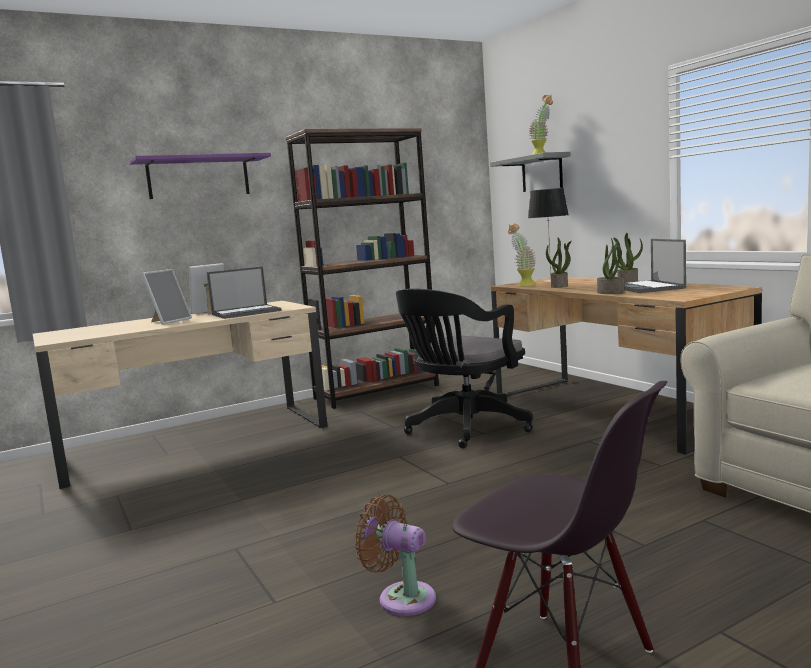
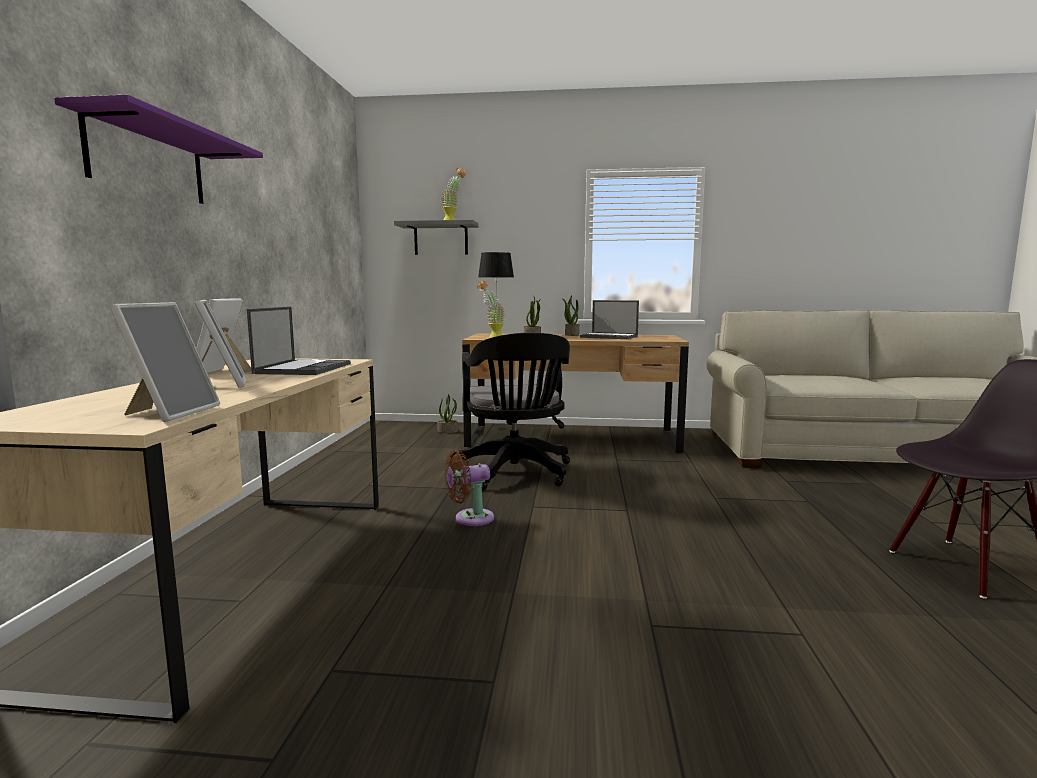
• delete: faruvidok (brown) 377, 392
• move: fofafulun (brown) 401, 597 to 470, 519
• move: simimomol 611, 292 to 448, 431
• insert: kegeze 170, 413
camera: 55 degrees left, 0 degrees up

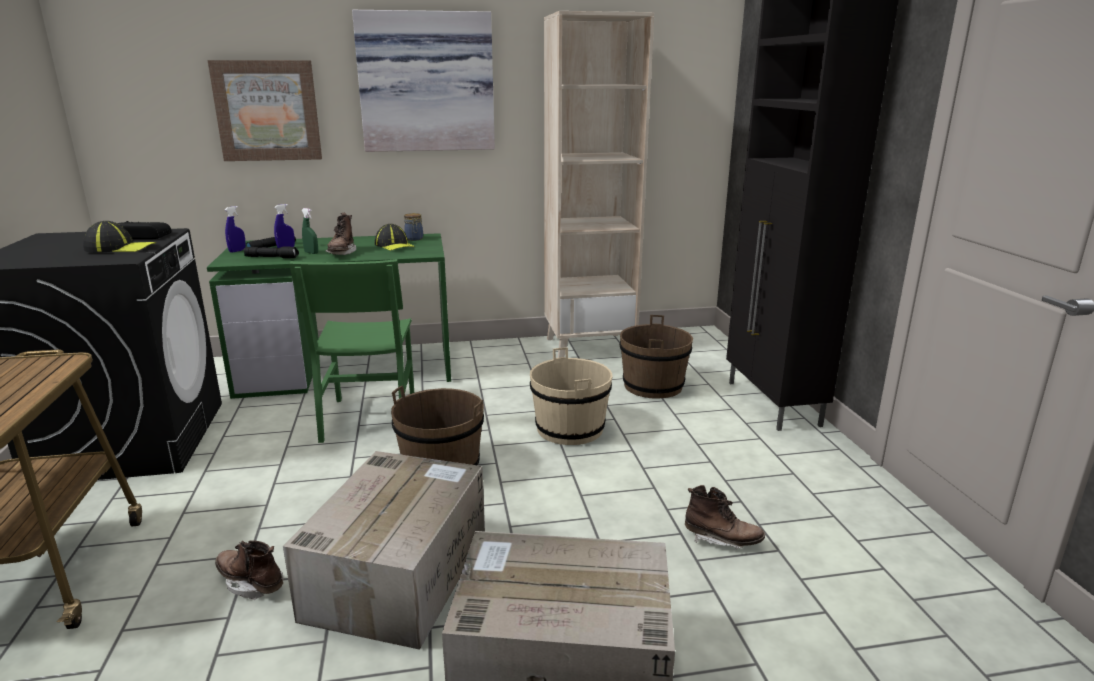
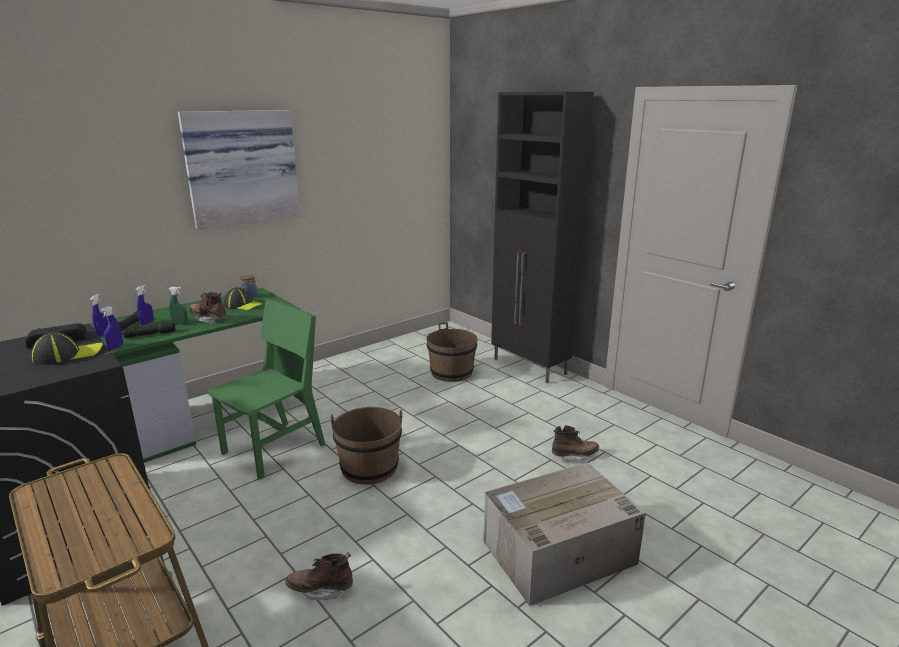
• delete: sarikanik 267, 111
• delete: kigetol 399, 572
• rotate: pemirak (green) 369, 418 = 274, 449 105 degrees counterclockwise
• rotate: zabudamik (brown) 342, 253 = 208, 319 150 degrees clockwise
• delete: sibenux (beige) 570, 429
• delete: faruvidok (beige) 589, 346
• insert: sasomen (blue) 115, 347
camera: 30 degrees left, 0 degrees up

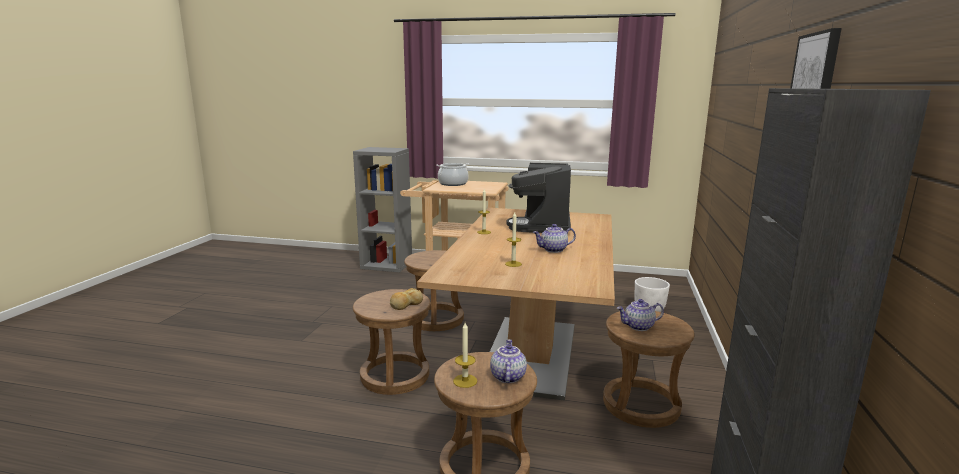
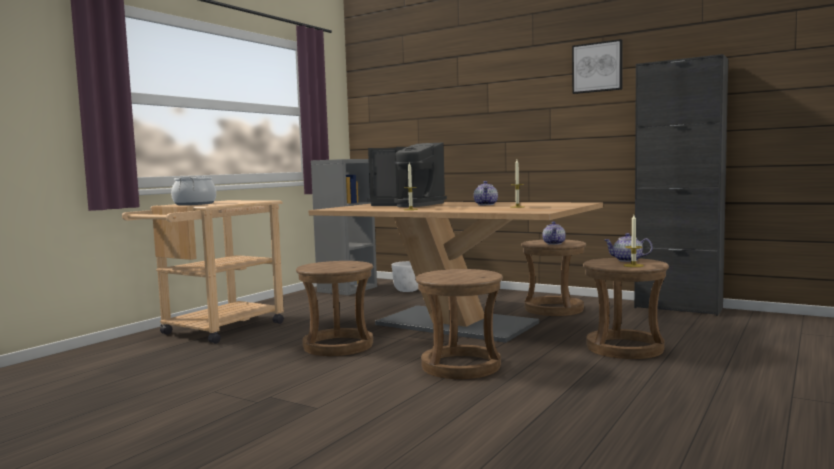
• move: faruvidok (grey) 387, 264 to 347, 289
• delete: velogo 405, 304
camera: 70 degrees left, 10 degrees down

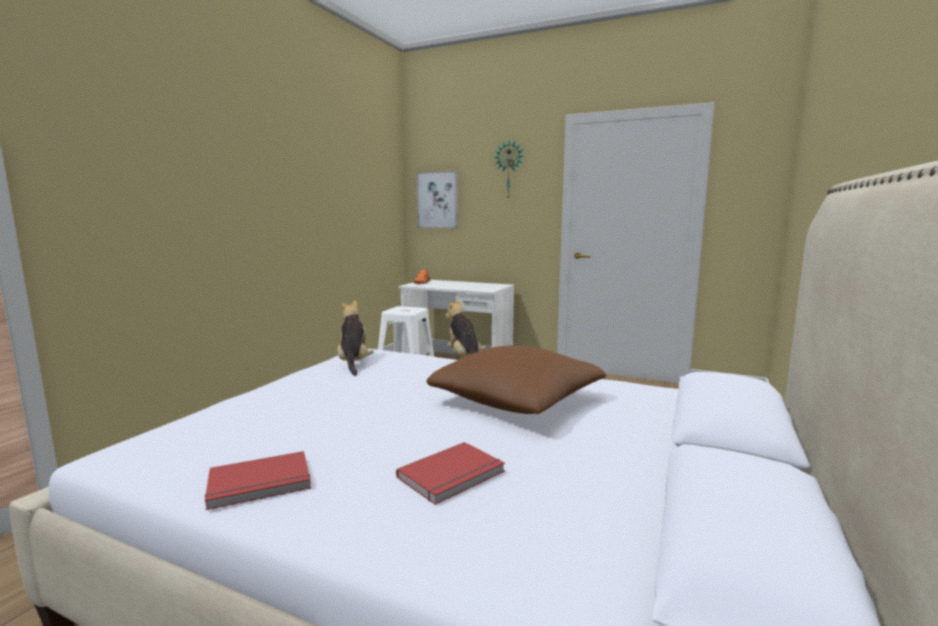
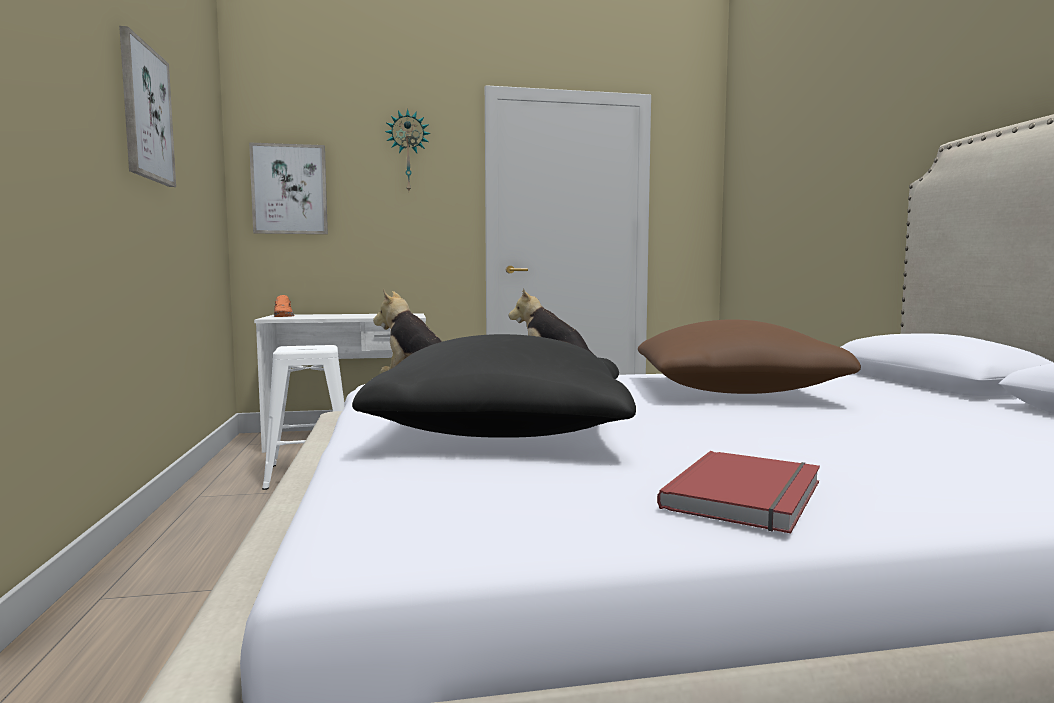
• delete: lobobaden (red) 453, 475
• insert: sarikanik 146, 113
• insert: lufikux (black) 503, 430
camera: 35 degrees left, 5 degrees down

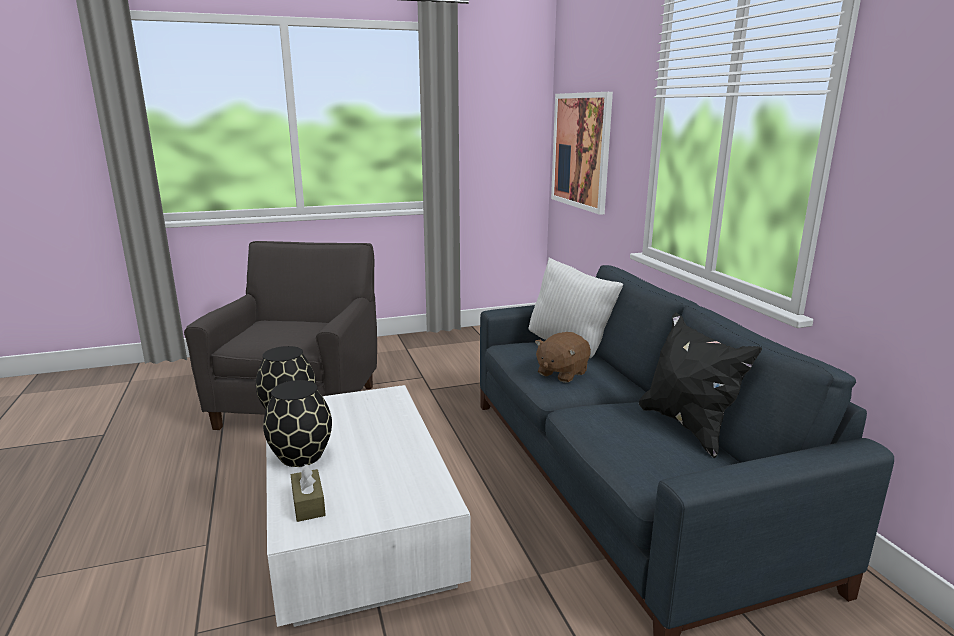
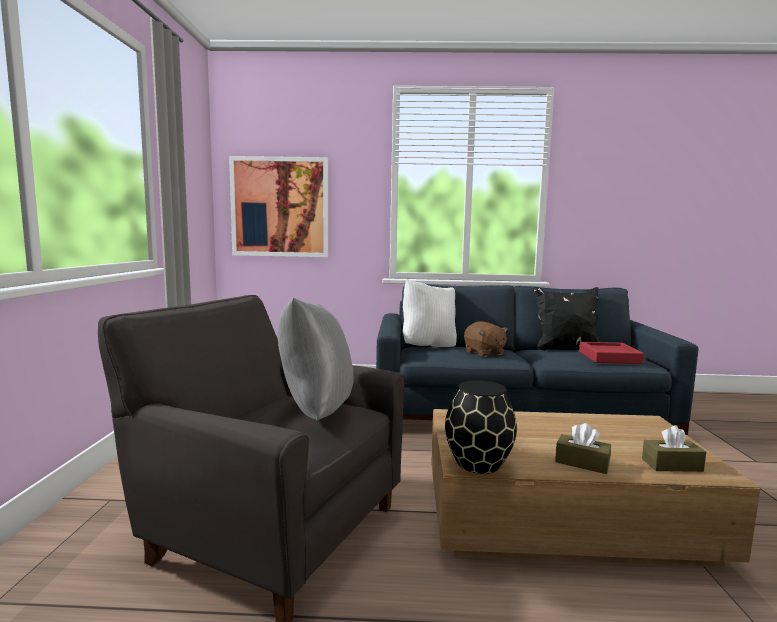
• replace: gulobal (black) 301, 455 to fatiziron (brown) 582, 463
• recolor: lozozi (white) 358, 521 to lozozi (brown) 563, 517
• insert: lufikux (grey) 314, 412
• insert: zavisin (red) 609, 357
camera: 70 degrees left, 10 degrees down

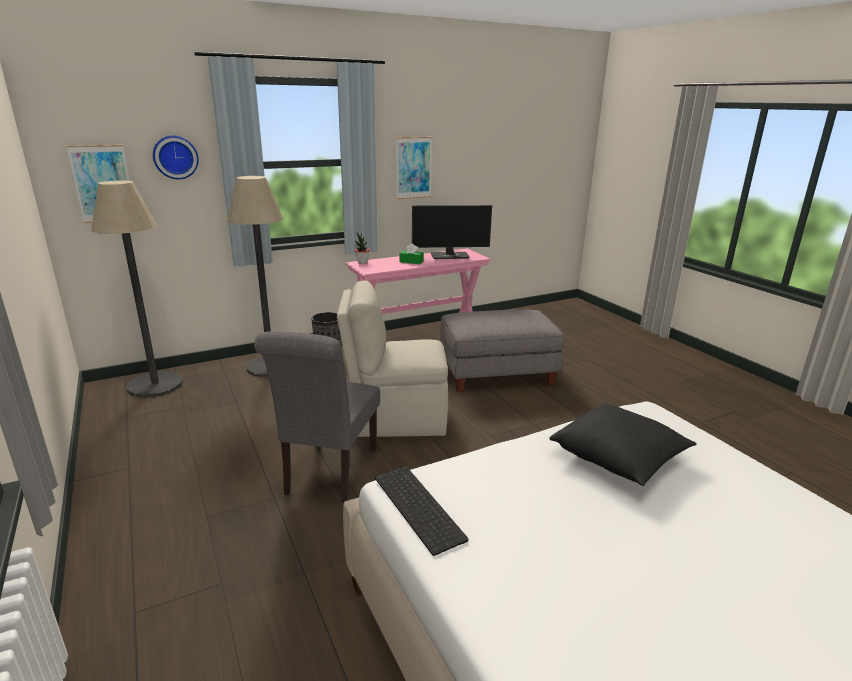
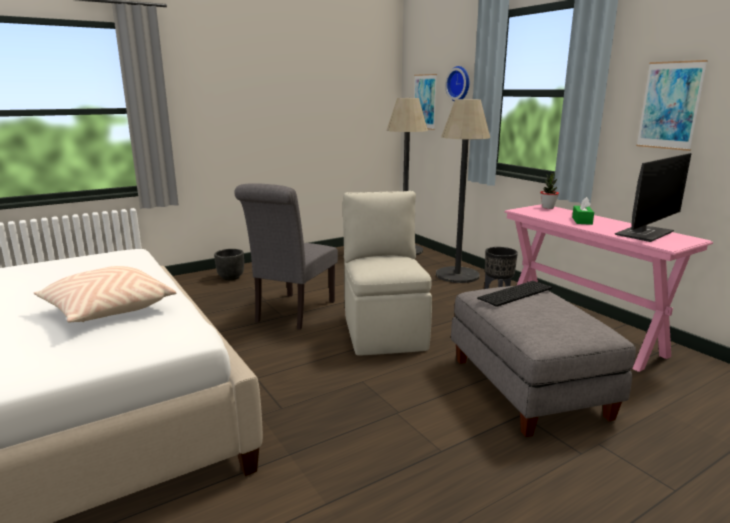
• rotate: pemirak (grey) 328, 474 = 292, 313 75 degrees counterclockwise
• move: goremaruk 421, 507 to 516, 294
• rotate: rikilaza 450, 256 = 644, 233 120 degrees counterclockwise
• recolor: lufikux (black) 619, 457 to lufikux (beige) 107, 311
• insert: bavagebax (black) 230, 277
camera: 85 degrees right, 5 degrees down

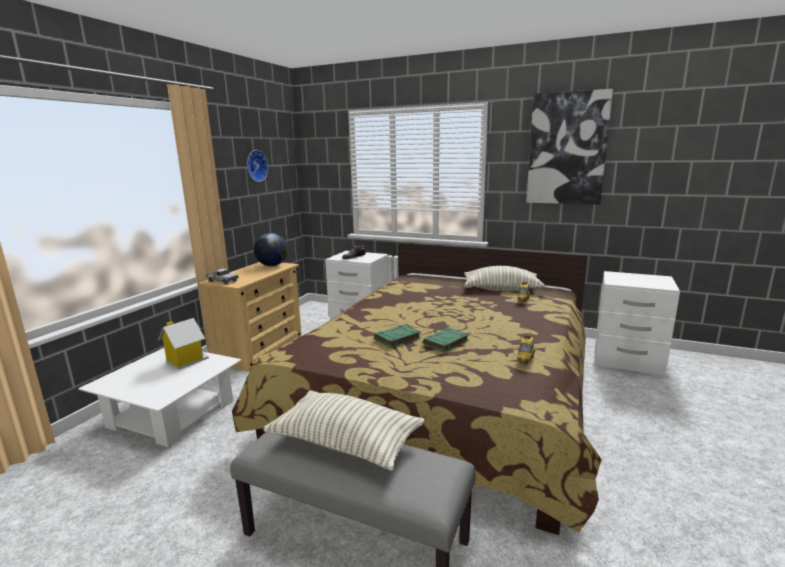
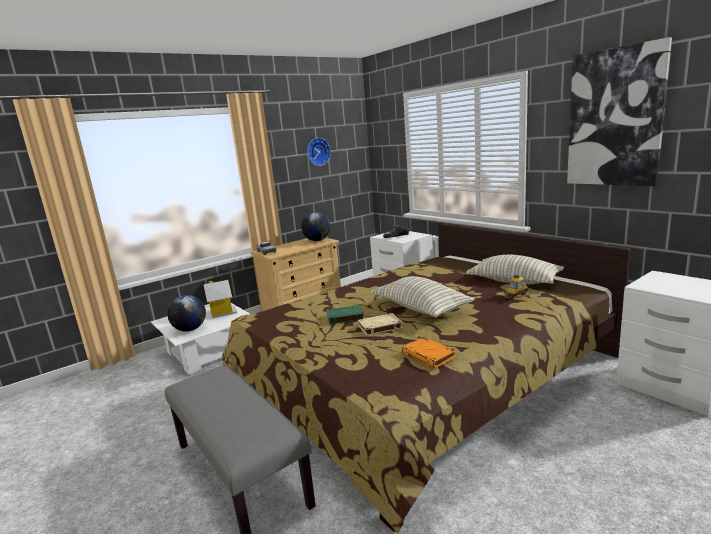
• move: lufikux 346, 443 to 420, 308
• recolor: lobobaden (green) 446, 343 to lobobaden (beige) 379, 327
• replace: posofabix 525, 360 to lobobaden (orange) 429, 356
• insert: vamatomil 190, 329
camera: 30 degrees right, 0 degrees up

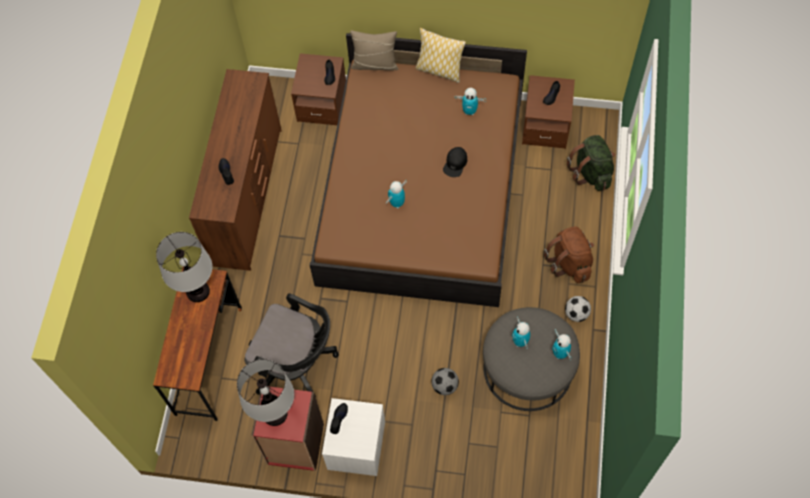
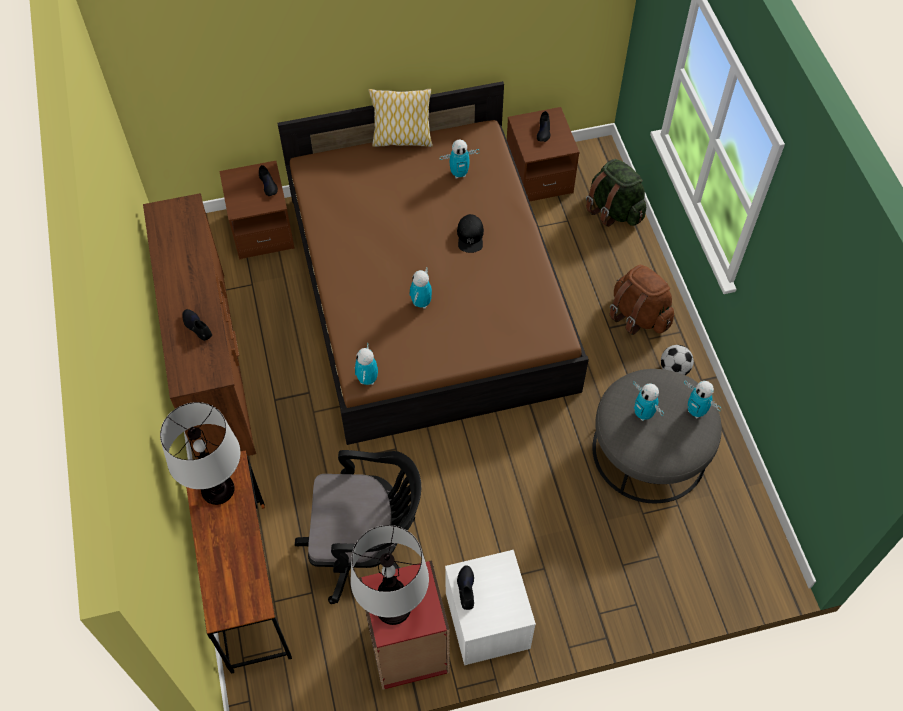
• delete: lufikux (beige) 375, 64
• delete: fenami 444, 386
• insert: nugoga 367, 379
camera: 25 degrees left, 5 degrees down

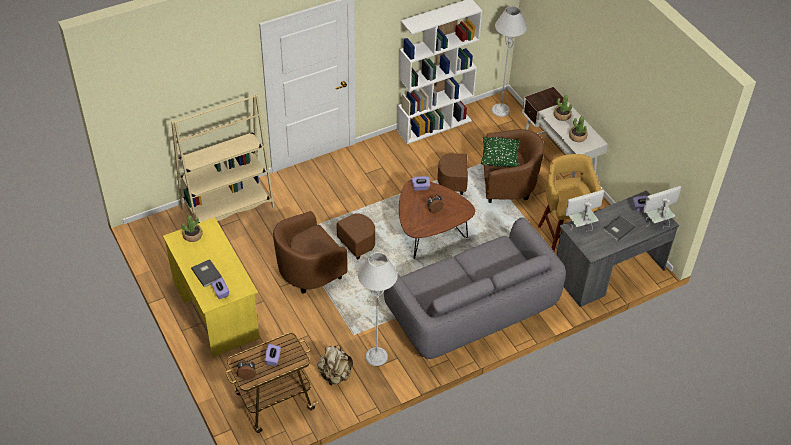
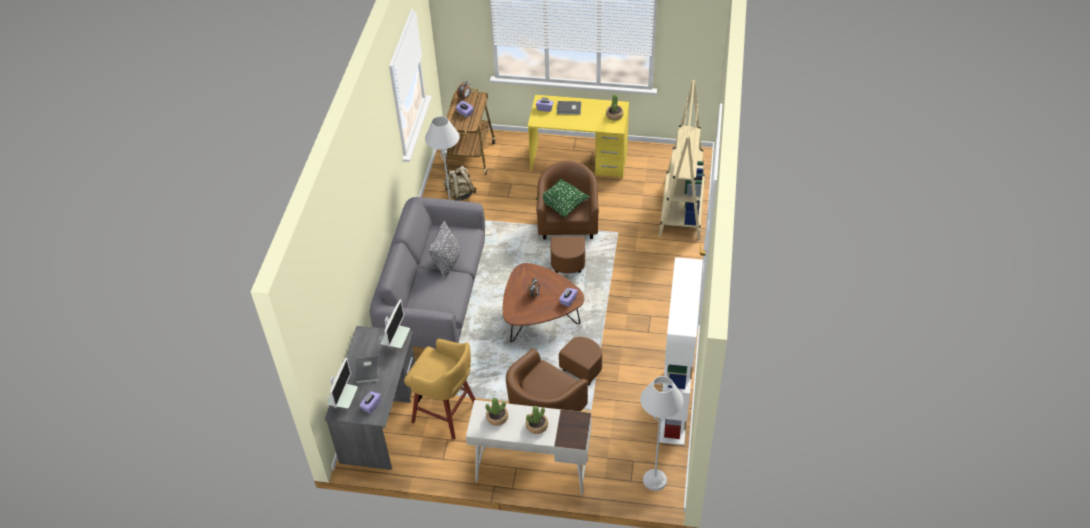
• move: lufikux (green) 499, 159 to 563, 205
• insert: lufikux (grey) 447, 263
camera: 130 degrees right, 0 degrees up

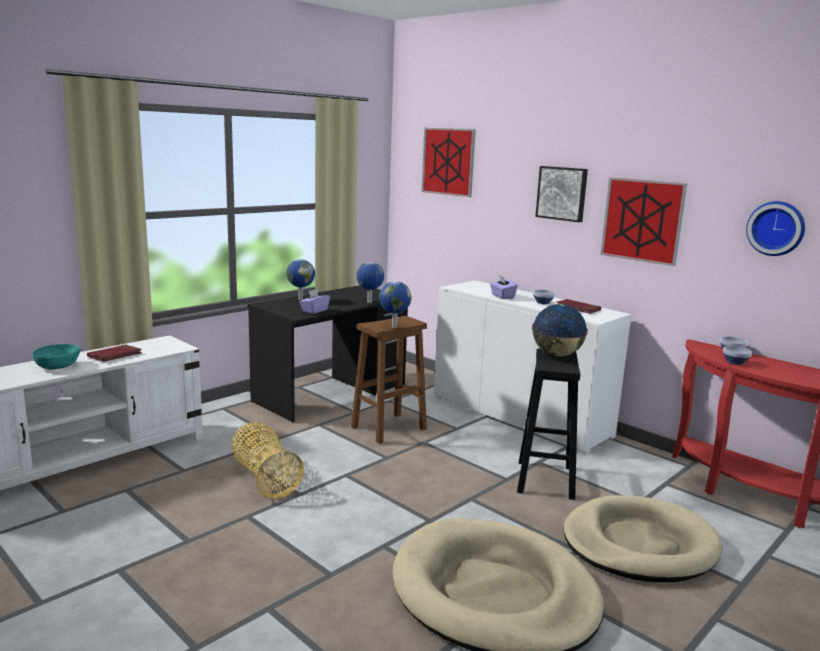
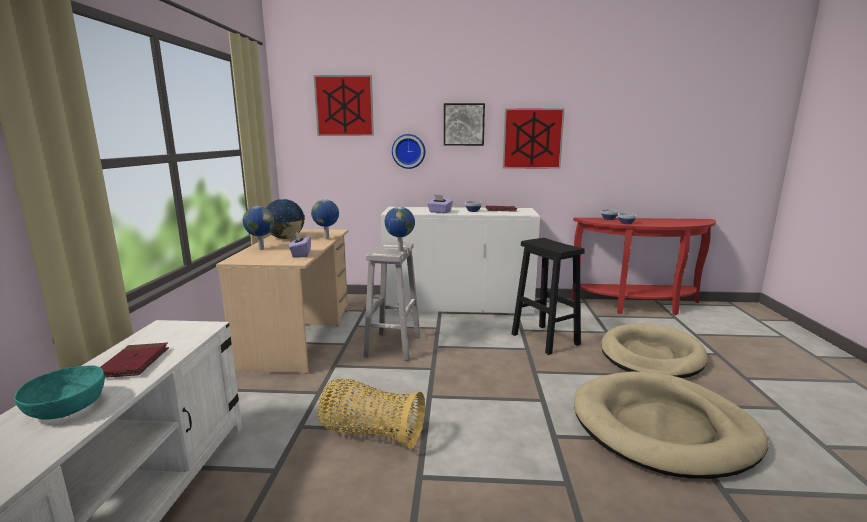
• recolor: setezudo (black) 331, 393 to setezudo (beige) 298, 337
• recolor: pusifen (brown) 388, 428 to pusifen (white) 393, 346
• move: vamatomil 557, 355 to 285, 238
• move: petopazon 776, 228 to 408, 151
camera: 40 degrees left, 0 degrees up

